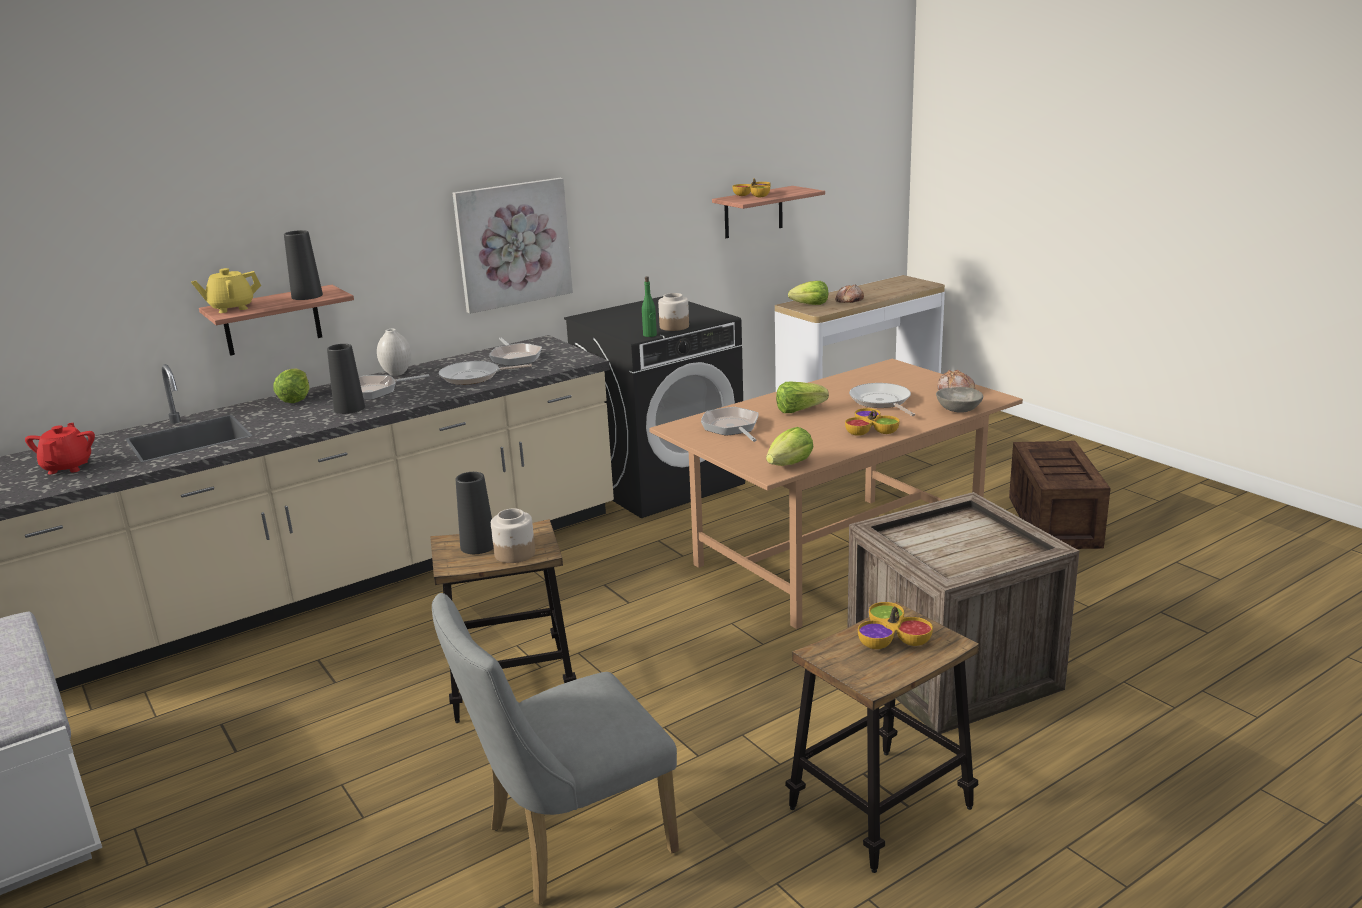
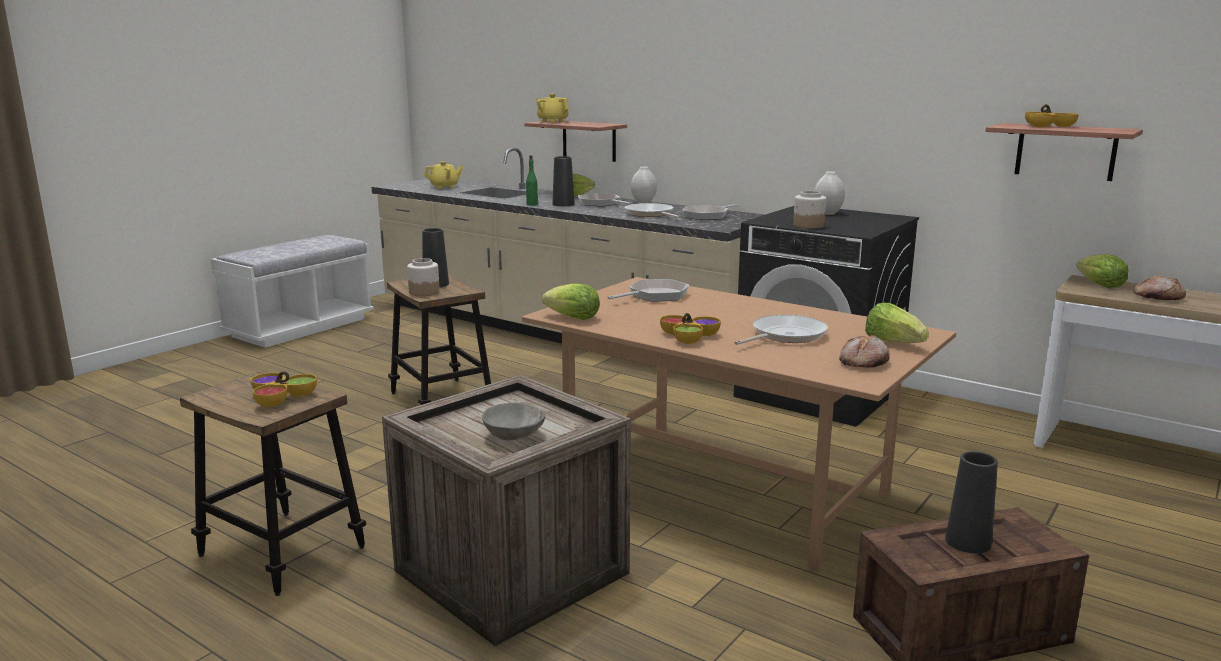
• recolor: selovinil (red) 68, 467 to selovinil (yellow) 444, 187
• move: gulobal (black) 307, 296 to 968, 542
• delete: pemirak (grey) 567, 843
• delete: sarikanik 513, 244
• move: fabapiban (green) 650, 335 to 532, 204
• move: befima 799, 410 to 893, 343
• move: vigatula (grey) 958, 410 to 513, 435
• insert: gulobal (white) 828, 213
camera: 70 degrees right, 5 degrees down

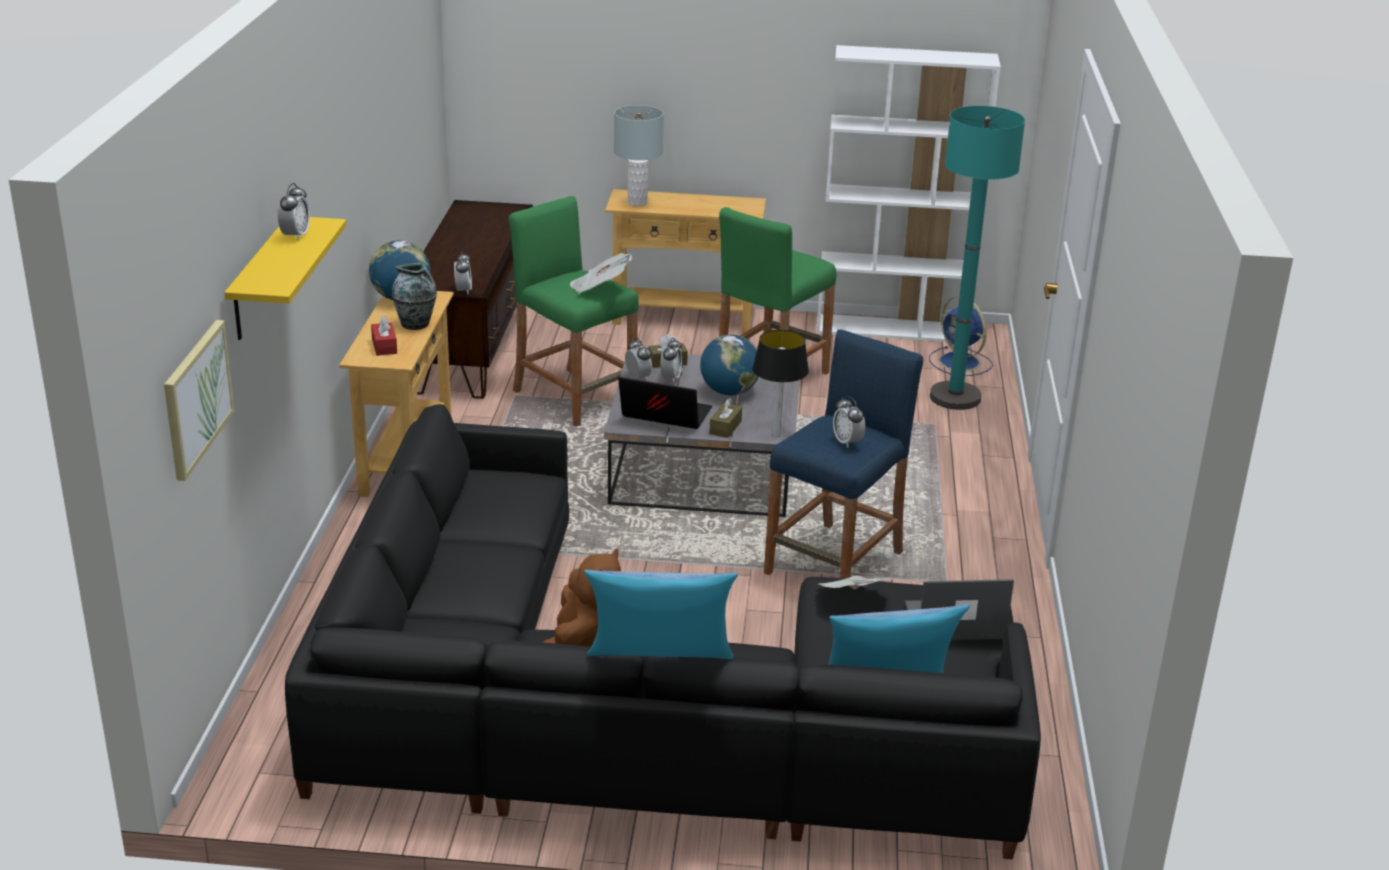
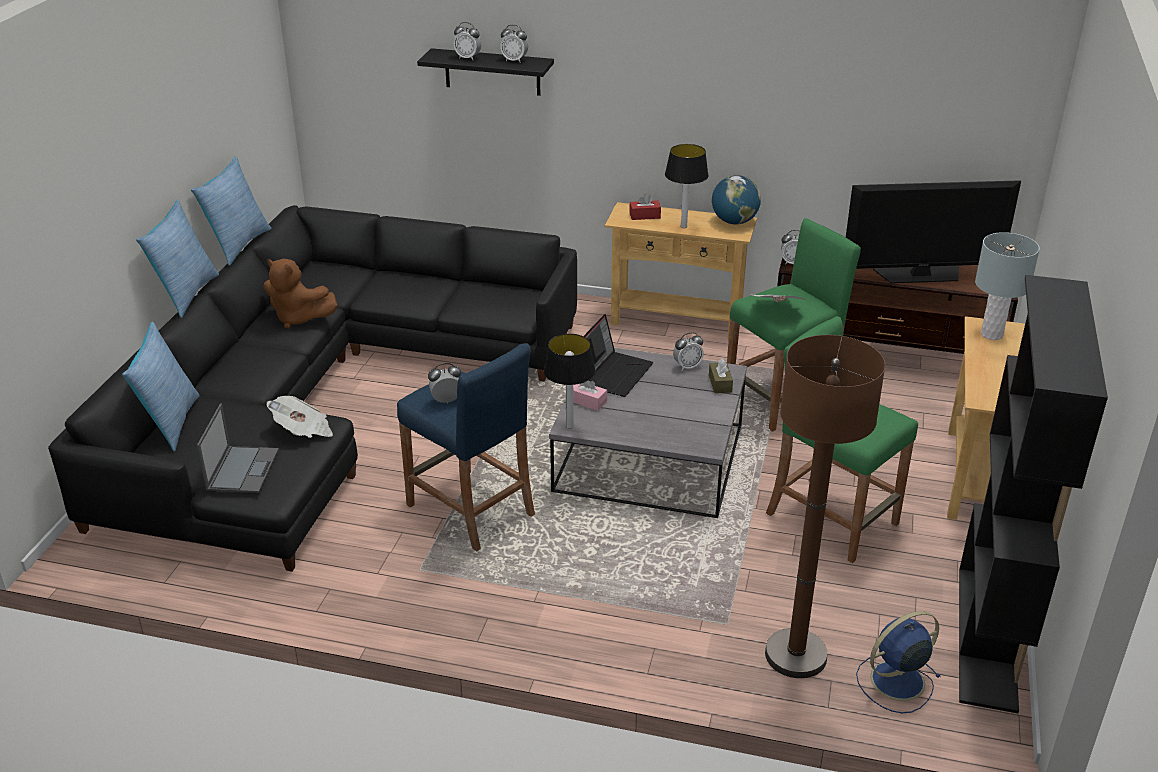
• delete: sarikanik 196, 398
• recolor: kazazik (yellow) 260, 279 to kazazik (black) 492, 72
• replace: gulobal 416, 324 to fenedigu 683, 227
• move: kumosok 670, 378 to 468, 58
• delete: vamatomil 729, 392
• recolor: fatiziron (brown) 725, 427 to fatiziron (pink) 587, 401
• recolor: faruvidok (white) 892, 329 to faruvidok (black) 988, 637
• recolor: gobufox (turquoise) 955, 398 to gobufox (brown) 795, 655
• insert: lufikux 237, 245
• insert: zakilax 920, 275
camera: 100 degrees right, 5 degrees up

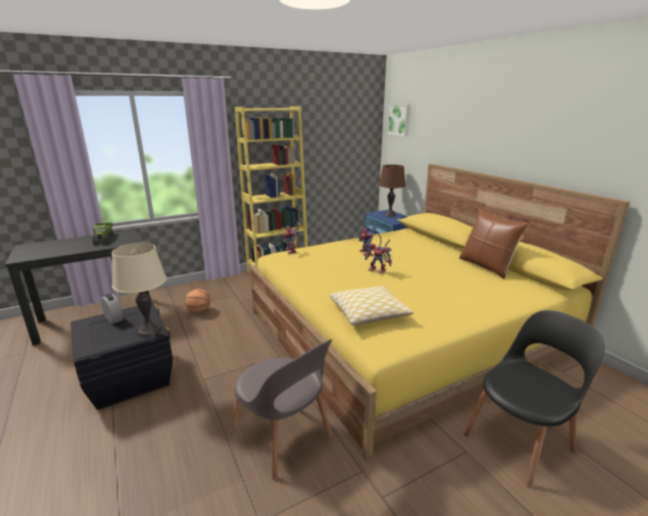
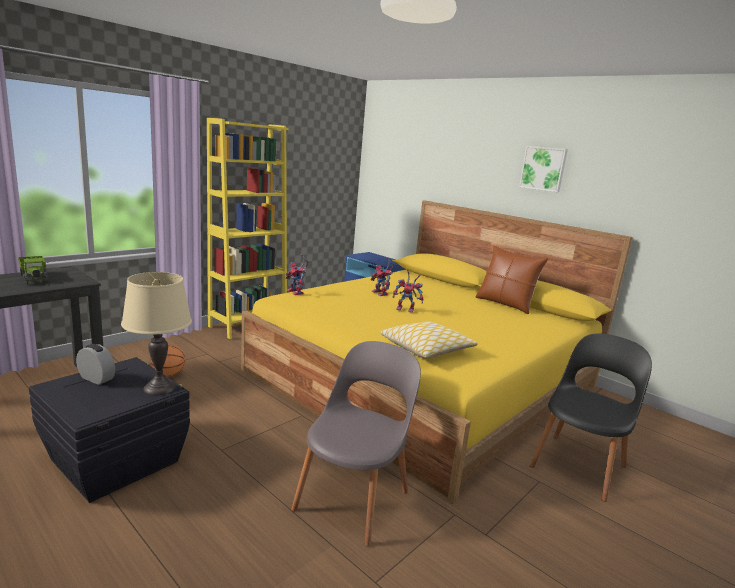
• rotate: pemirak (grey) 283, 438 = 354, 497 90 degrees counterclockwise
• delete: fenedigu (brown) 390, 215
• move: sarikanik 399, 119 to 543, 168
camera: 20 degrees left, 5 degrees down

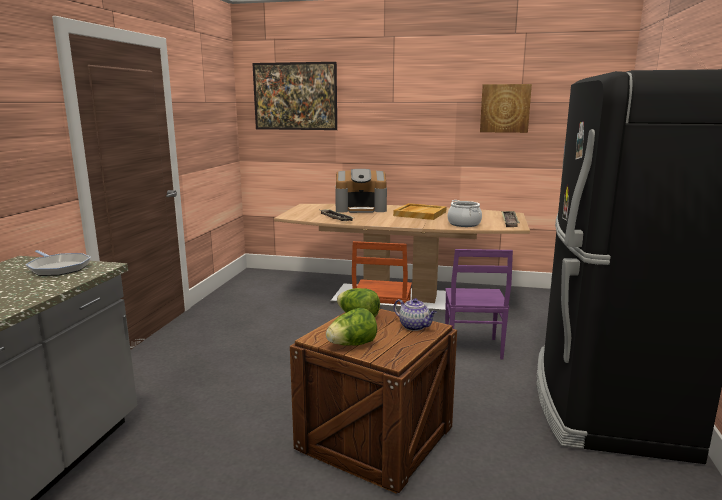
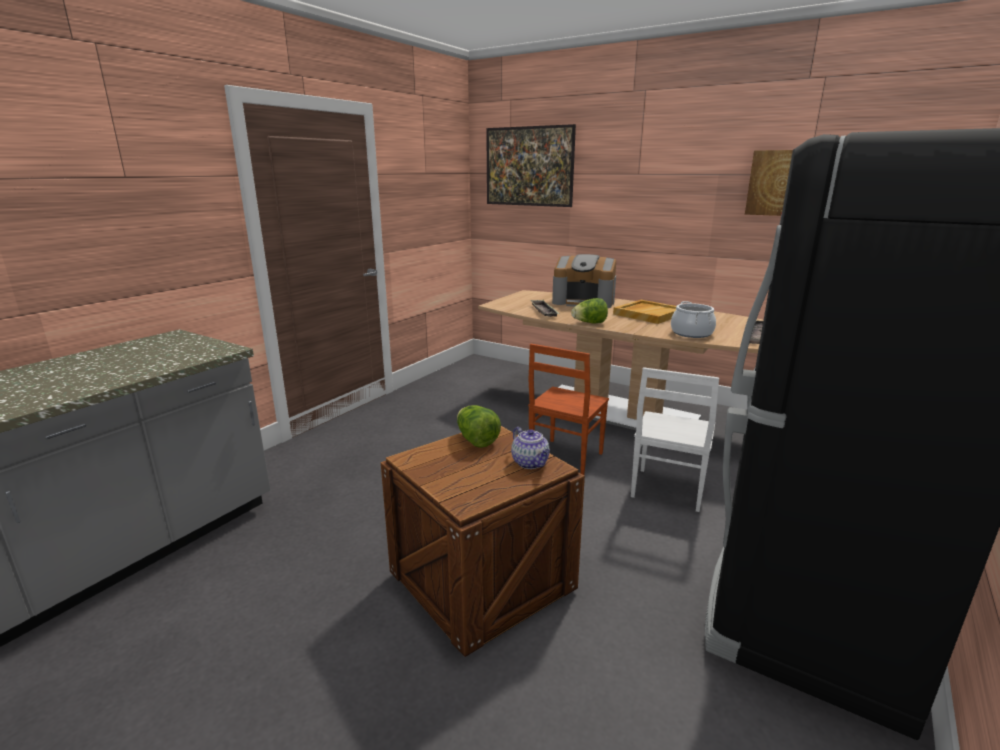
• delete: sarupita 58, 268
• move: befima 352, 345 to 589, 323
• recolor: pemirak (purple) 471, 348 to pemirak (white) 666, 490
camera: 20 degrees right, 5 degrees up

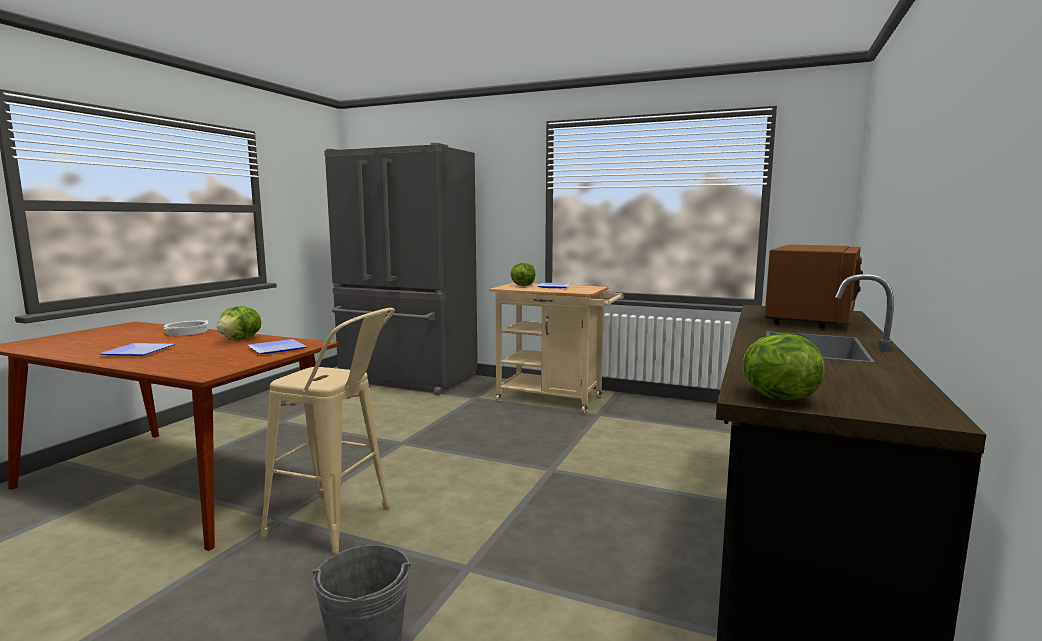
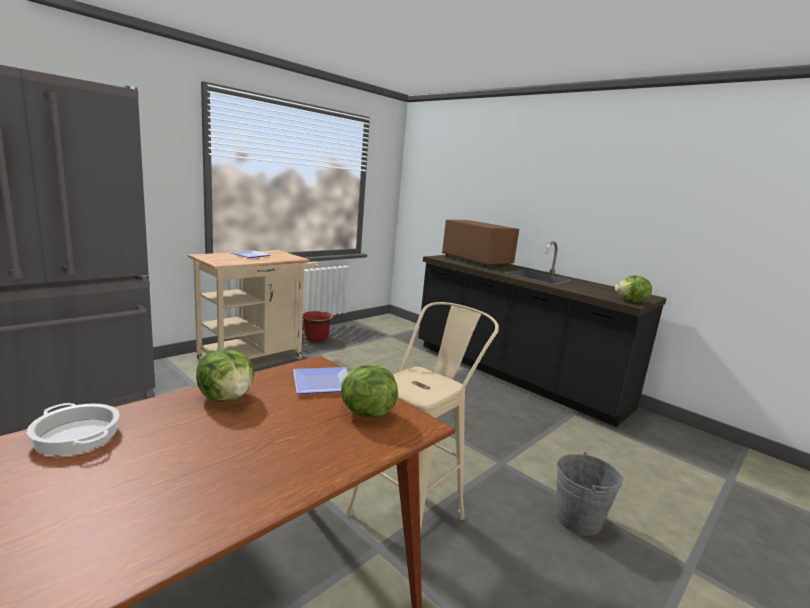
• delete: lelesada 139, 352
• move: befima 523, 285 to 365, 413
• insert: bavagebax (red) 316, 339
camera: 70 degrees left, 5 degrees up

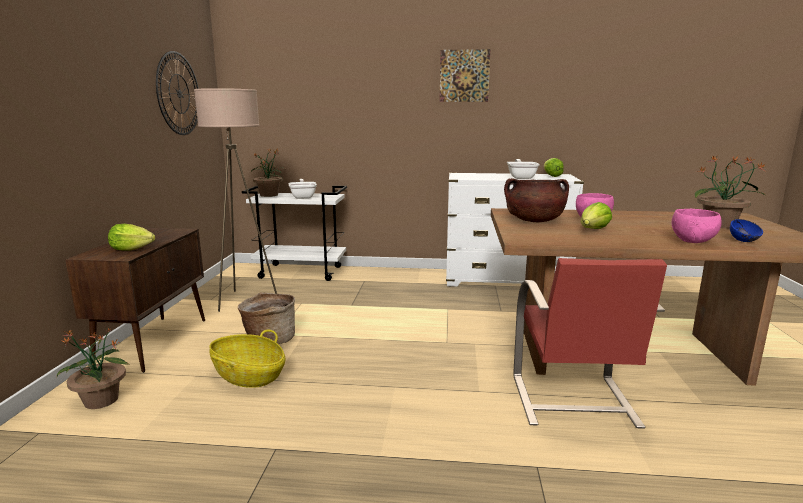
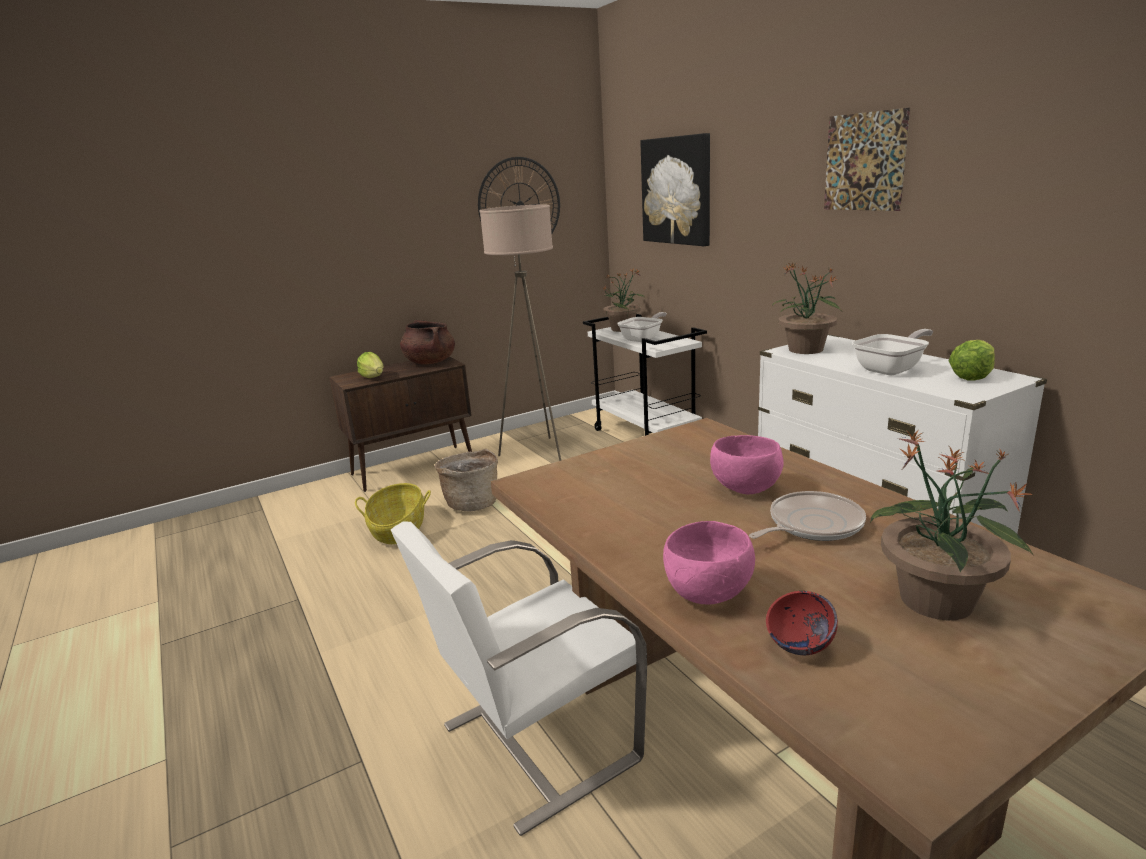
• move: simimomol 101, 401 to 805, 350
• move: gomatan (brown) 534, 221 to 430, 362
• recolor: pemirak (red) 573, 401 to pemirak (white) 535, 743
• delete: befima 593, 230
• recolor: vigatula (blue) 743, 241 to vigatula (red) 799, 646
• insert: sarikanik 677, 191
• insert: sarupita 811, 525
camera: 55 degrees right, 5 degrees up

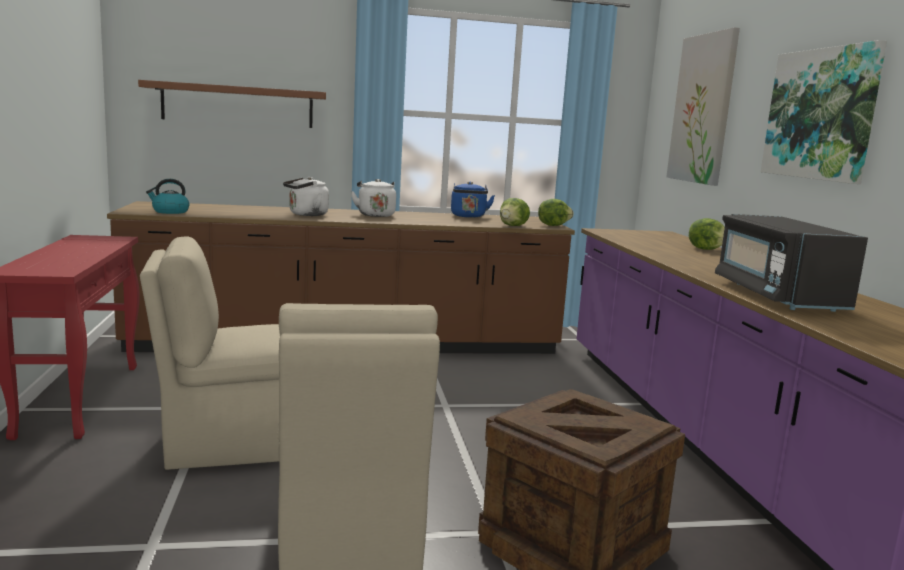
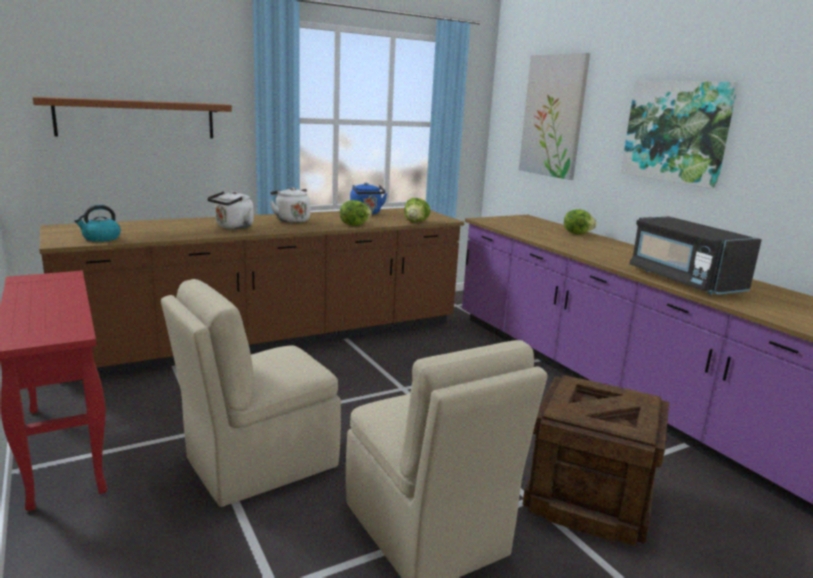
• move: befima 553, 225 to 354, 225
camera: 20 degrees left, 5 degrees up

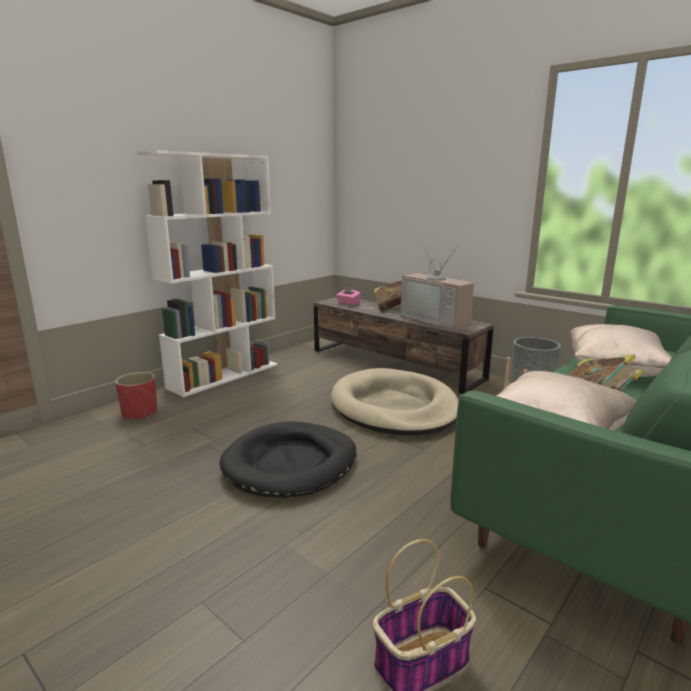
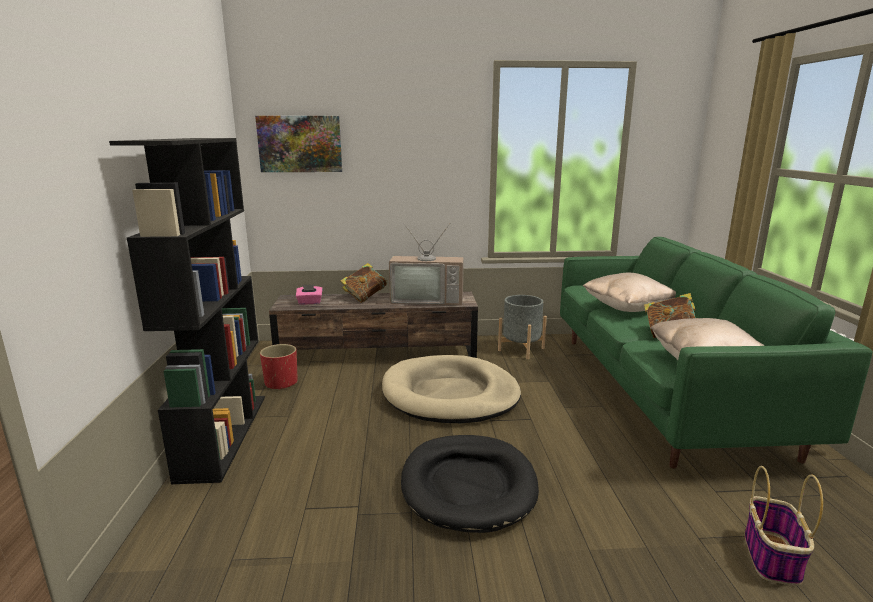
• move: bavagebax (red) 140, 413 to 281, 383
• recolor: faruvidok (white) 224, 375 to faruvidok (black) 223, 434
• insert: sarikanik 300, 144
camera: 45 degrees left, 0 degrees up

